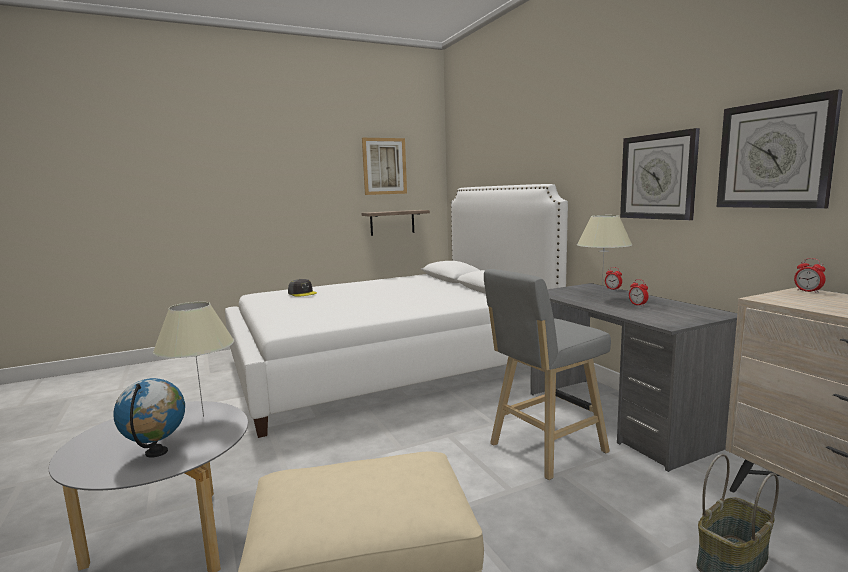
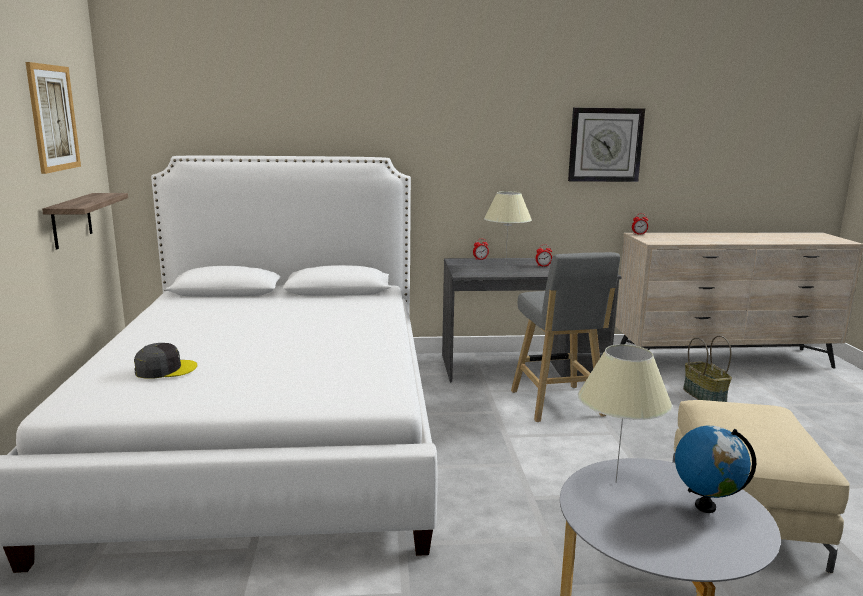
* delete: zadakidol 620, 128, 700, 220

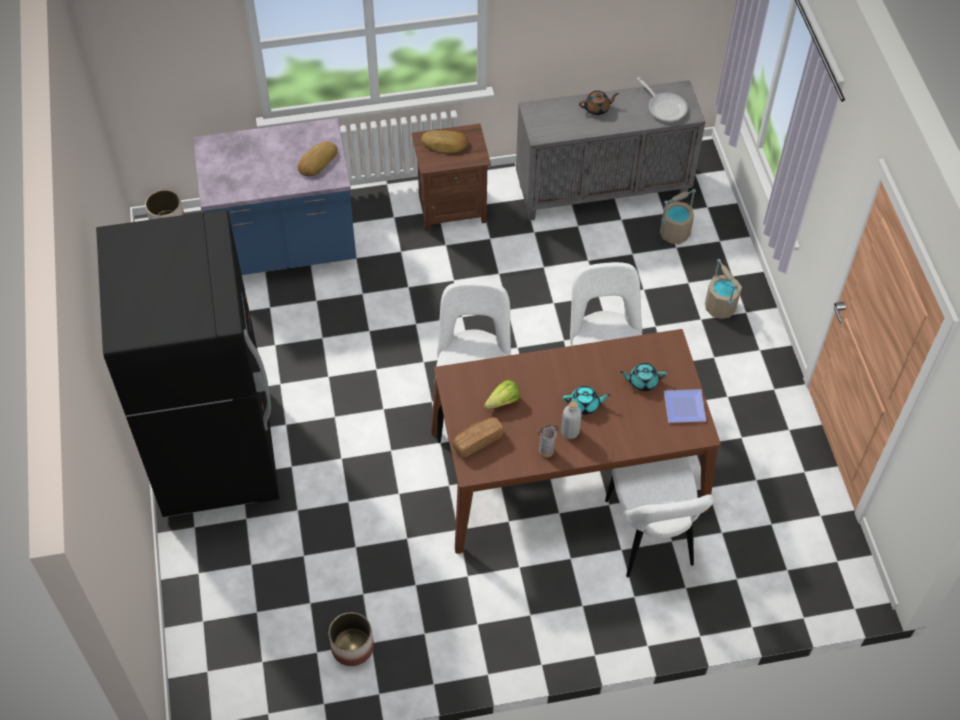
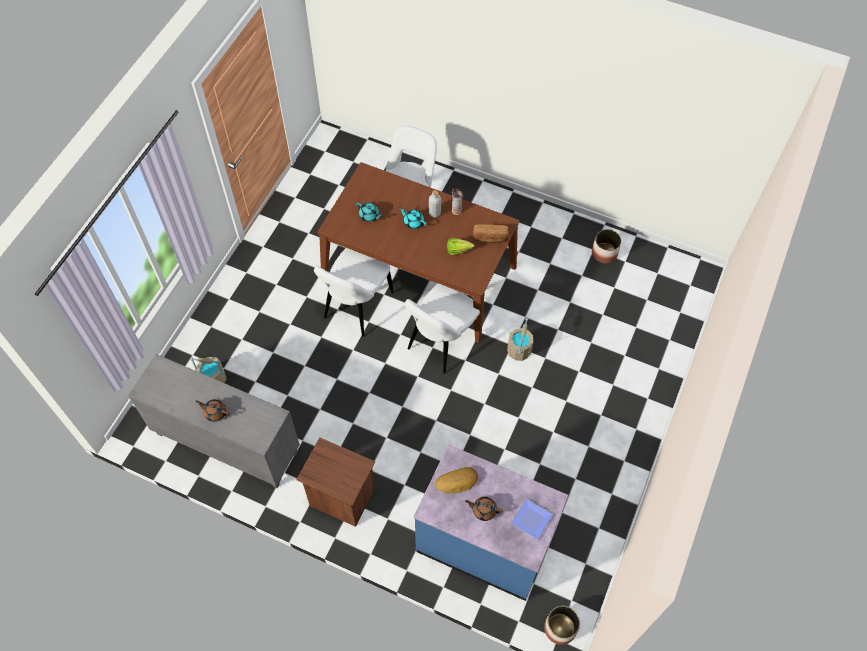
* insert: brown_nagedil 465, 497, 503, 521
* move: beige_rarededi 705, 259, 742, 319 to 507, 318, 533, 361
* move: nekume 664, 389, 707, 423 to 511, 498, 553, 540
* delete: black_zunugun 96, 209, 279, 517
* delete: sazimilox 421, 130, 468, 153
* delete: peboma 637, 77, 688, 122

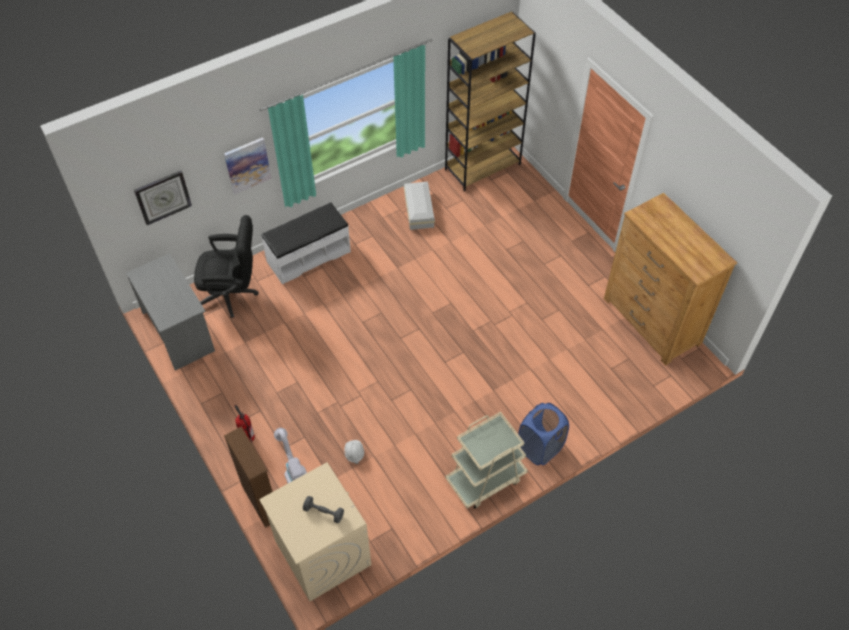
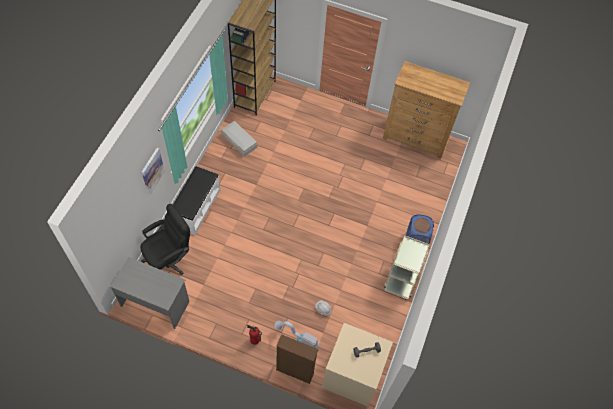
* delete: zadakidol 134, 171, 192, 225

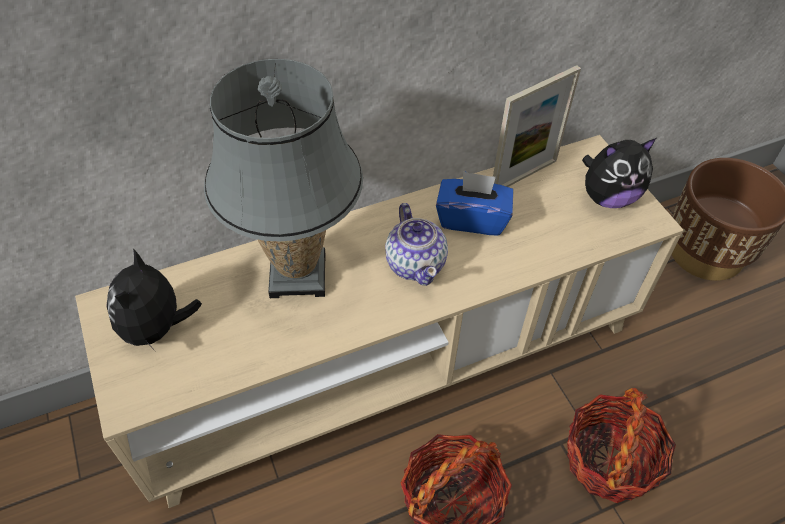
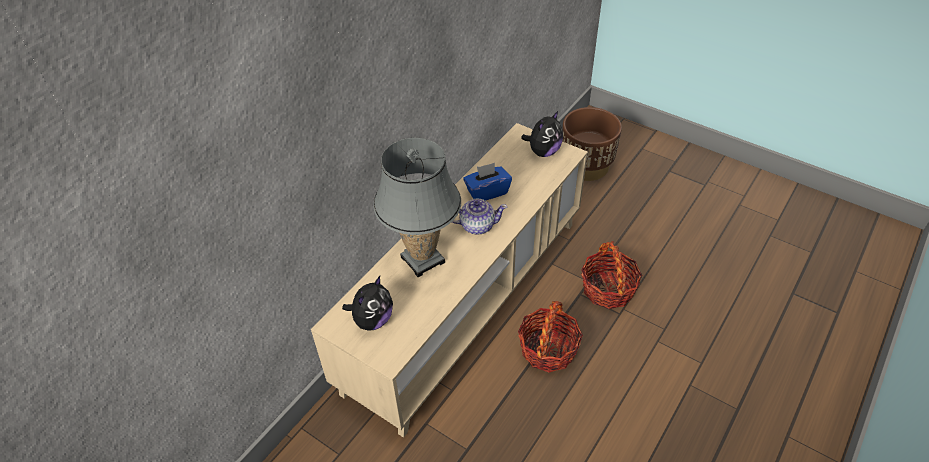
* rotate: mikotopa 106, 248, 202, 354 = 342, 276, 393, 331 120 degrees counterclockwise
* rotate: nagedil 385, 203, 448, 286 = 452, 199, 507, 235 45 degrees counterclockwise
* delete: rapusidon 493, 65, 581, 187

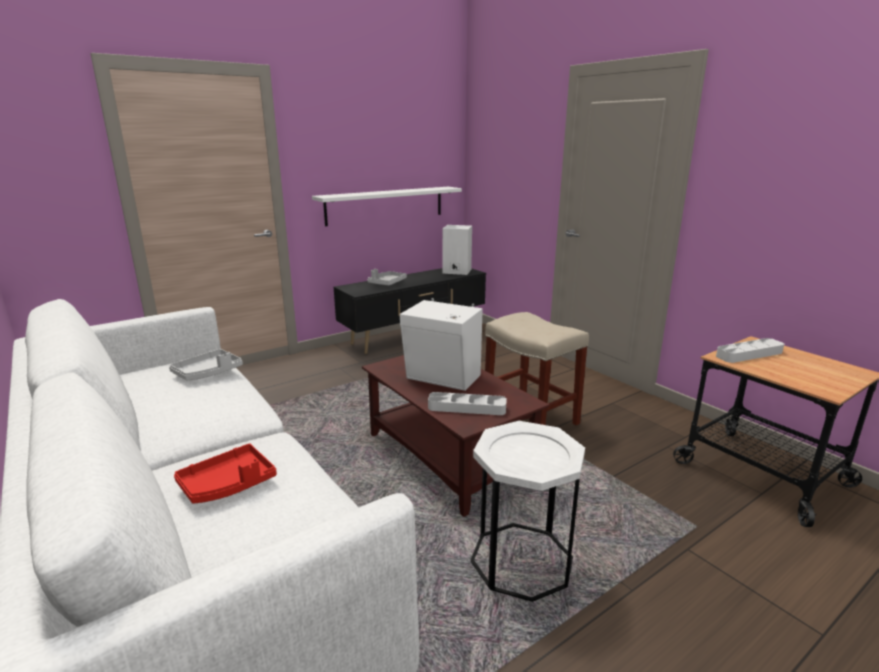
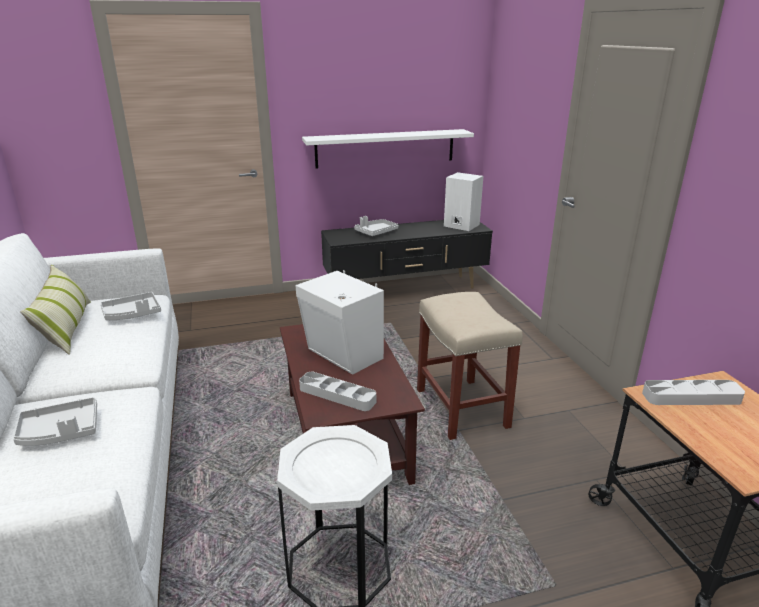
* recolor: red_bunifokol 174, 444, 277, 504 to grey_bunifokol 13, 397, 97, 446
* insert: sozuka 20, 265, 91, 355

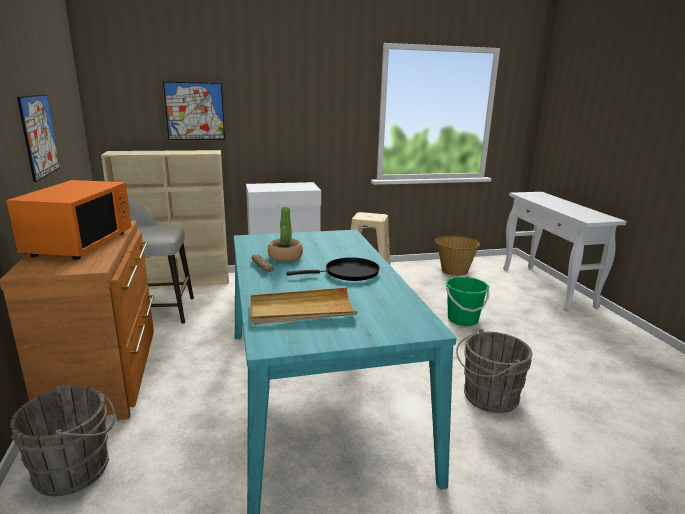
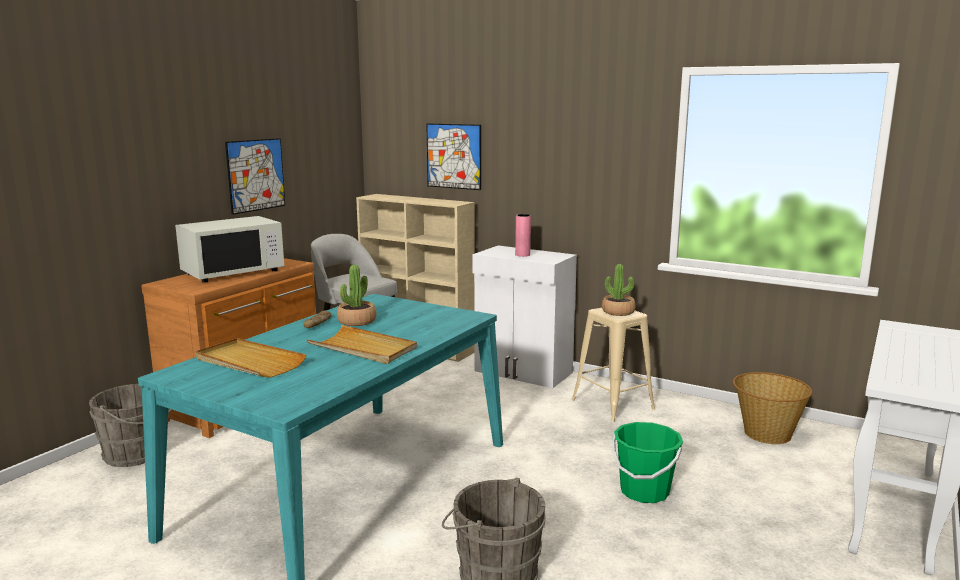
* recolor: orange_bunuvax 6, 180, 131, 260 to white_bunuvax 175, 216, 284, 283
* replace: black_peboma 286, 257, 380, 281 to beige_bunifokol 306, 325, 417, 364
* insert: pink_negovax 515, 214, 531, 257
* insert: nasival 602, 264, 636, 316

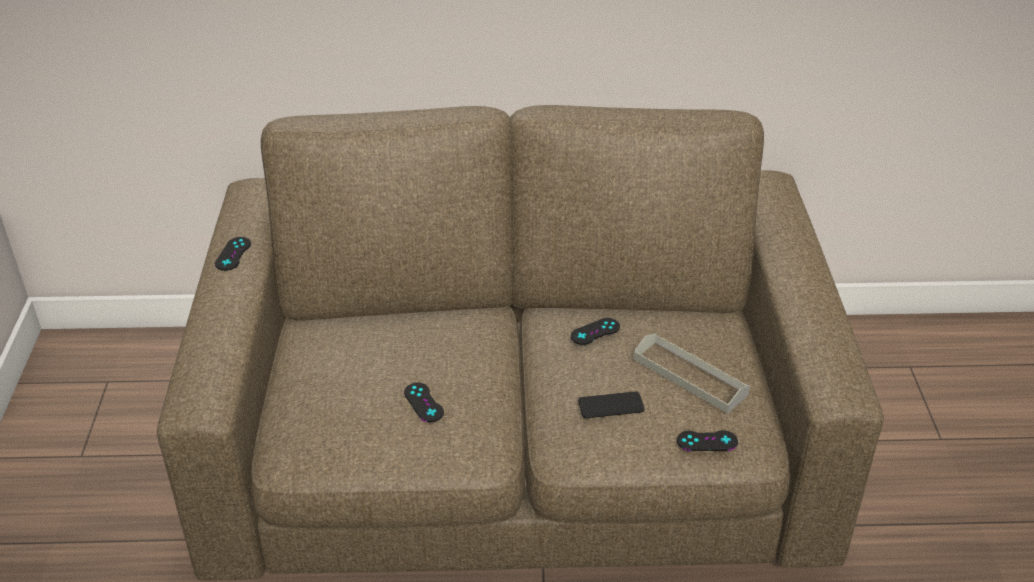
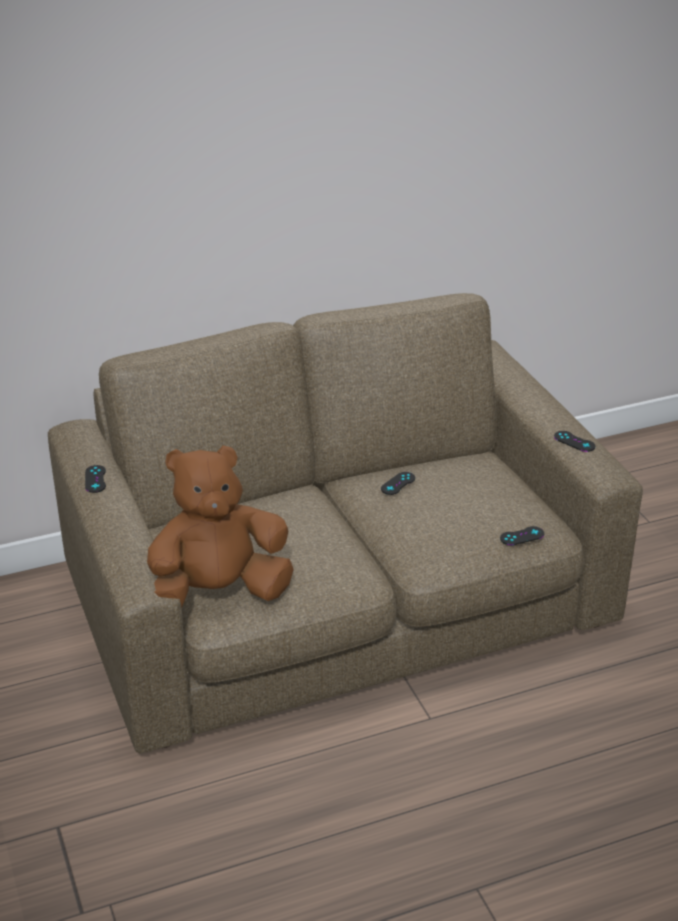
* insert: brown_mikotopa 147, 445, 294, 608
* move: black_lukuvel 404, 383, 444, 422 to 554, 431, 595, 452
* delete: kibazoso 578, 391, 644, 418
* delete: grey_bunifokol 634, 333, 750, 413

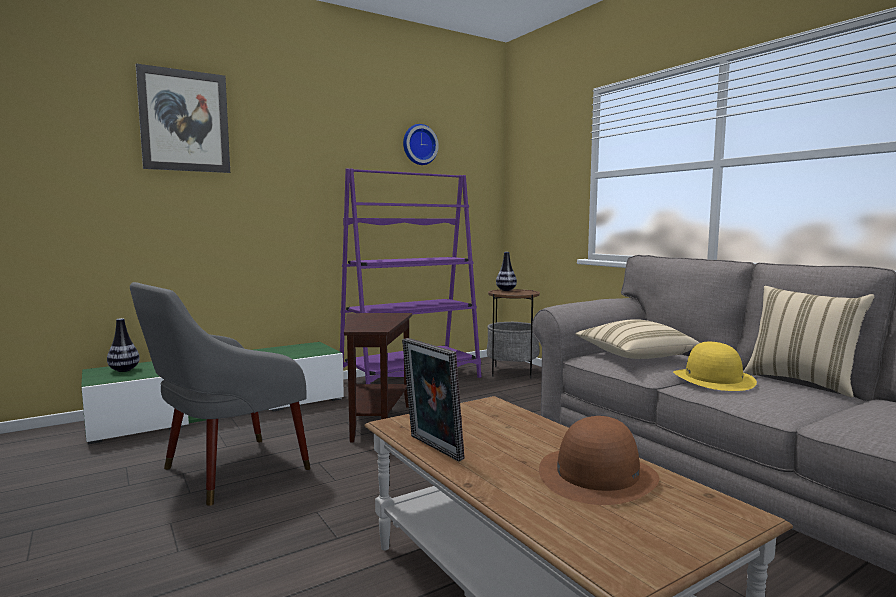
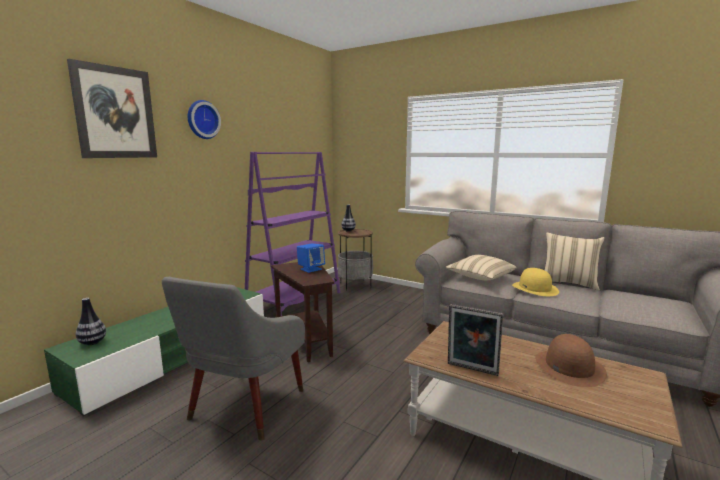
* move: zadakidol 403, 124, 439, 165 to 188, 100, 221, 139
* insert: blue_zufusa 297, 244, 325, 273

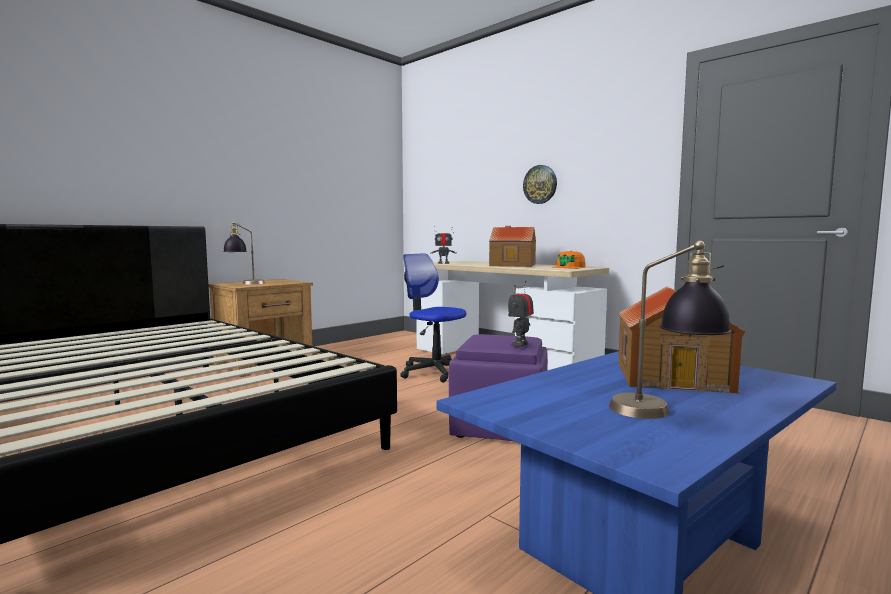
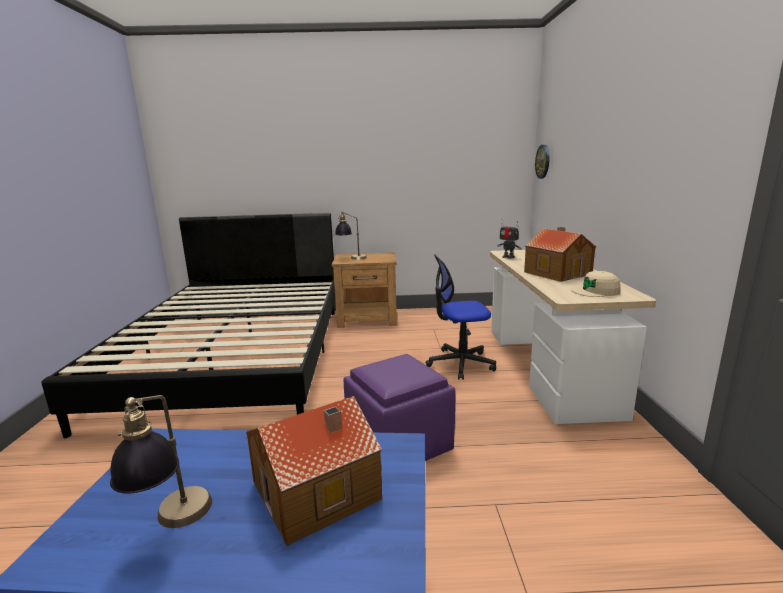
* rotate: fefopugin 400, 253, 466, 382 = 425, 254, 496, 380 90 degrees counterclockwise
* move: zadakidol 523, 165, 557, 204 to 535, 145, 549, 179
* recolor: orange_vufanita 552, 251, 585, 269 to beige_vufanita 571, 271, 621, 297
* delete: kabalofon 508, 281, 534, 347

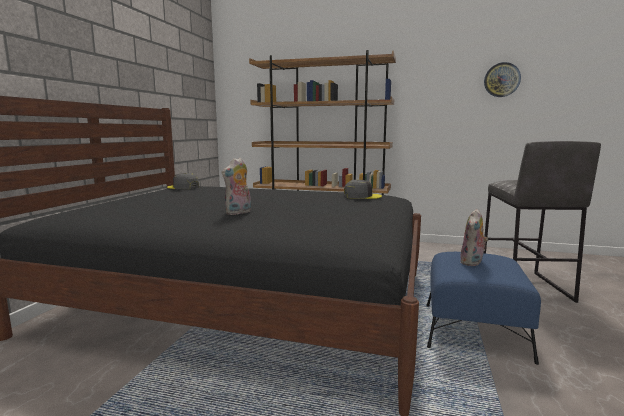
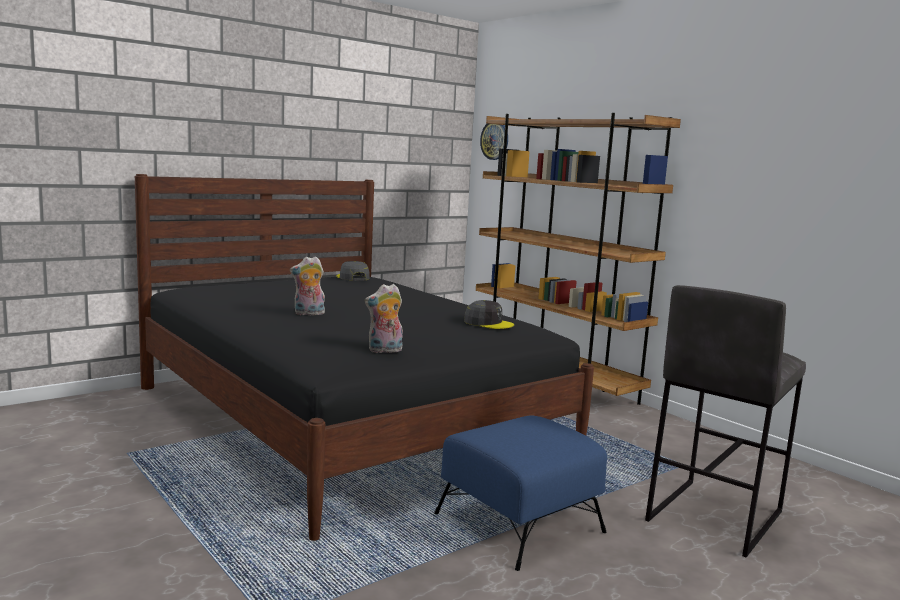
* move: mikotopa 460, 209, 488, 266 to 365, 284, 403, 353
* move: zadakidol 484, 62, 521, 97 to 480, 124, 508, 160

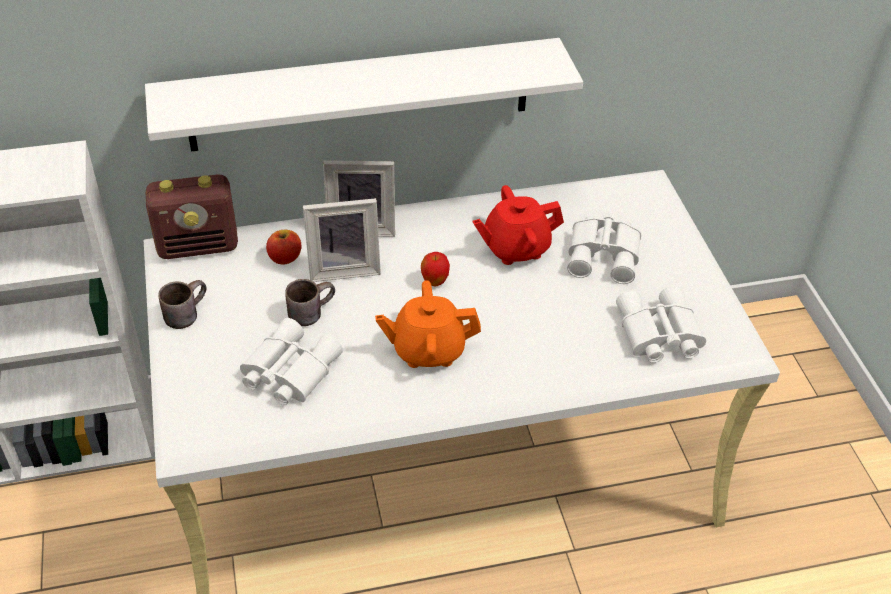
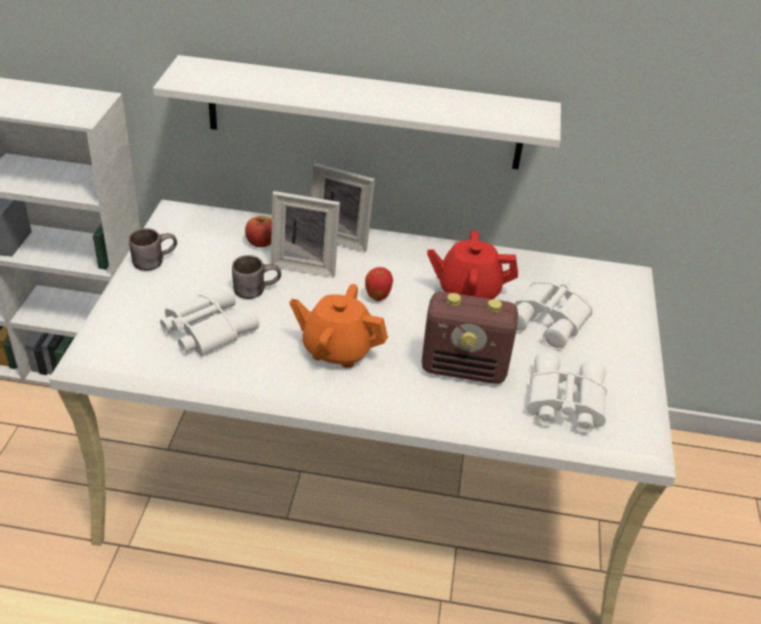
* move: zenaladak 146, 174, 238, 259 to 421, 291, 518, 384

